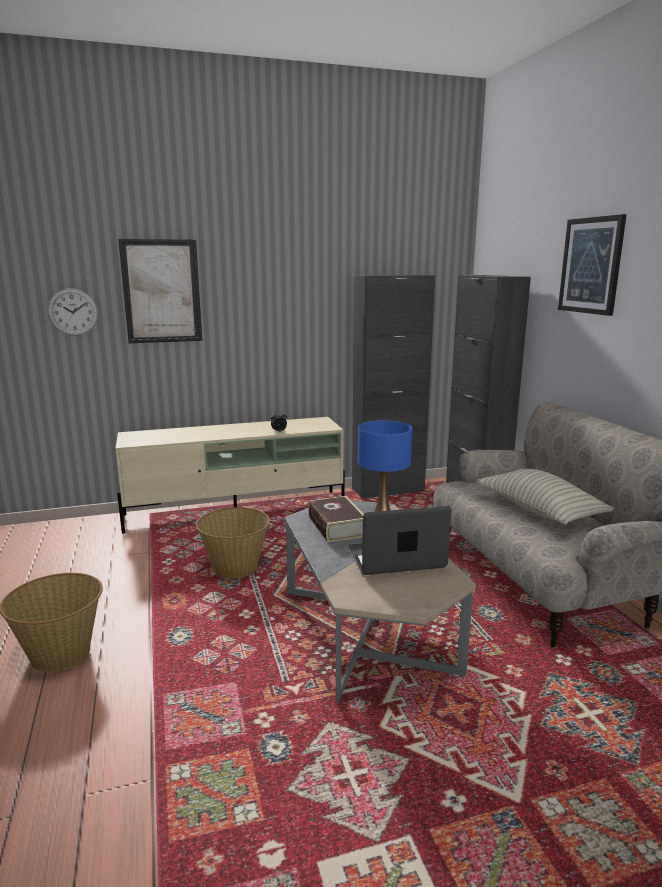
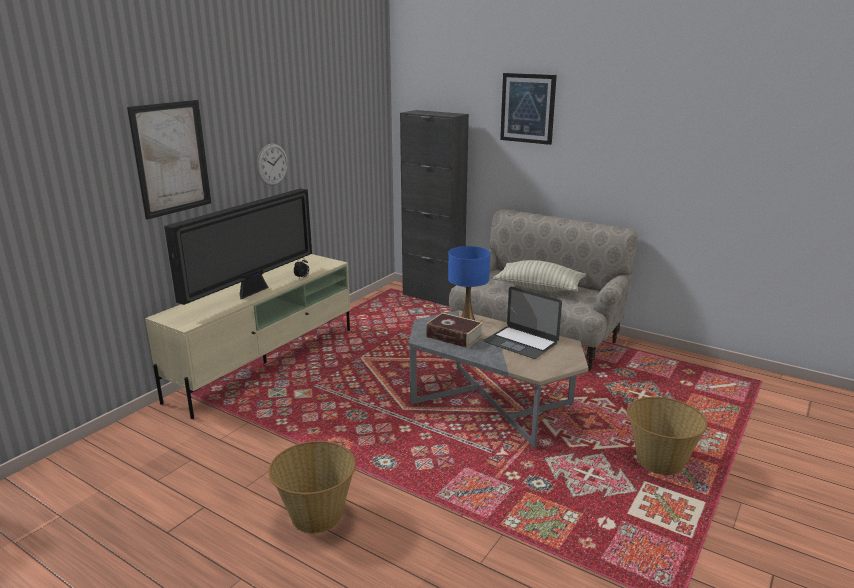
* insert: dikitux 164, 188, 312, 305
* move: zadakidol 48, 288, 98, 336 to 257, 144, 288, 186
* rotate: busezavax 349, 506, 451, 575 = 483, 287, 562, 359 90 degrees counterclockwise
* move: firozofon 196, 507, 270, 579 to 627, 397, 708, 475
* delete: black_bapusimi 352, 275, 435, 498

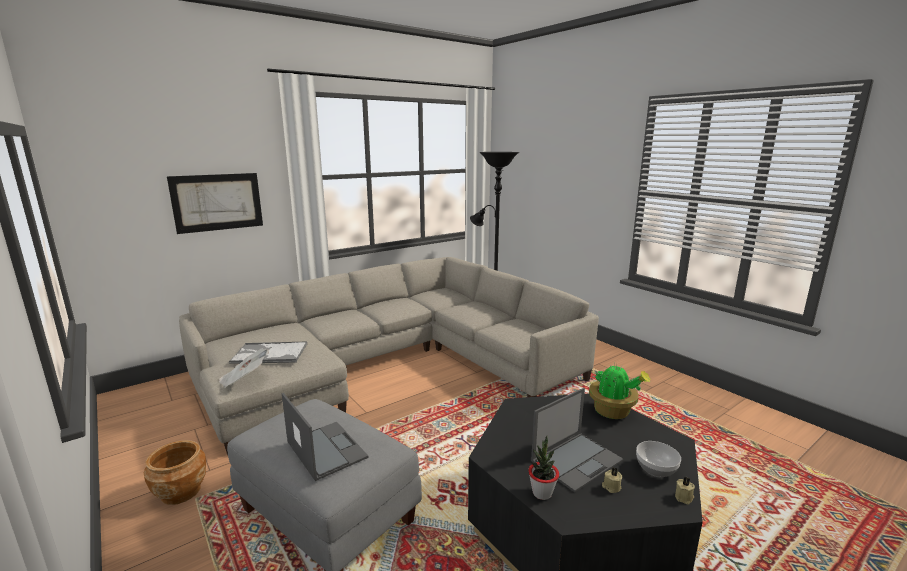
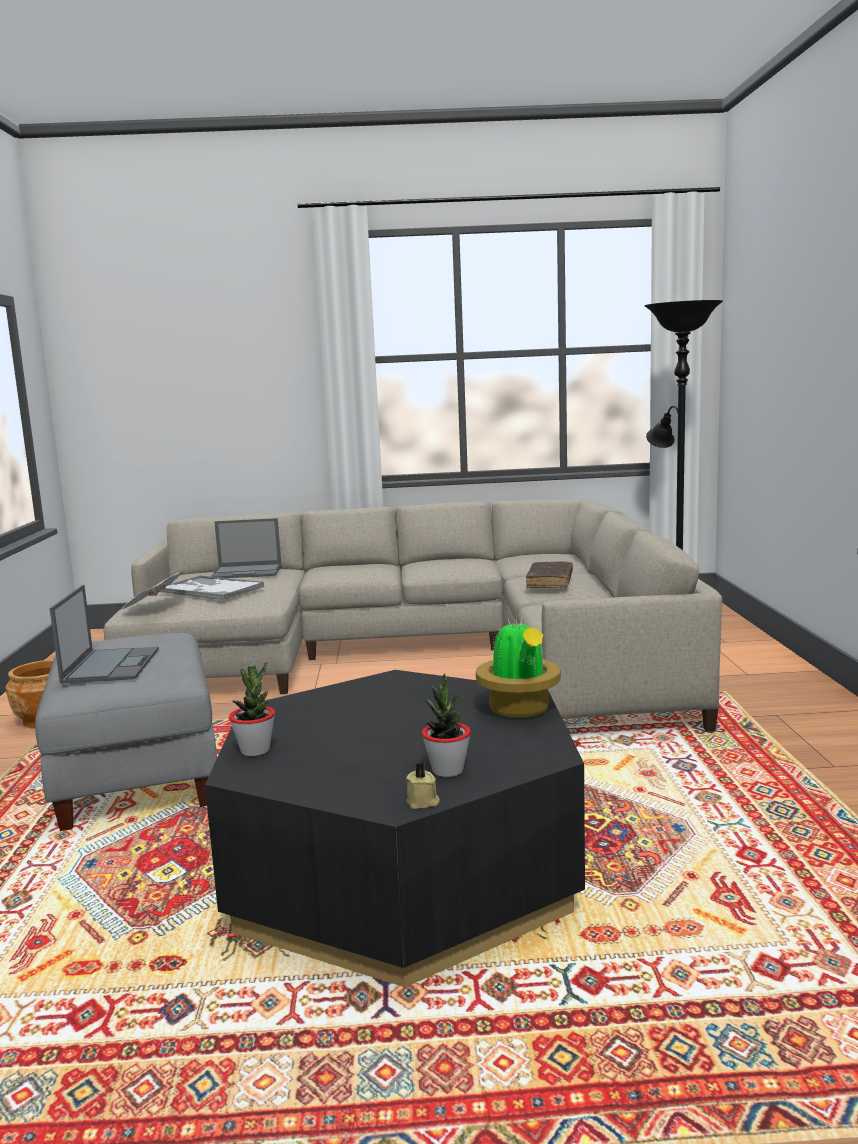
* move: busezavax 531, 388, 623, 492 to 210, 518, 281, 578
* replace: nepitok 636, 441, 681, 477 to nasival 422, 673, 471, 777
* insert: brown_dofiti 526, 561, 573, 588
* delete: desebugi 167, 173, 263, 234
* delete: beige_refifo 602, 467, 622, 493

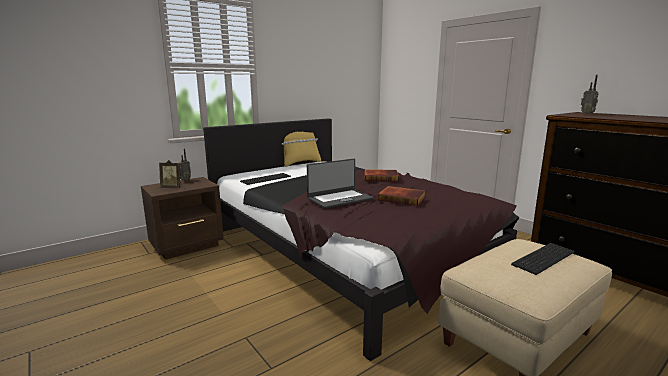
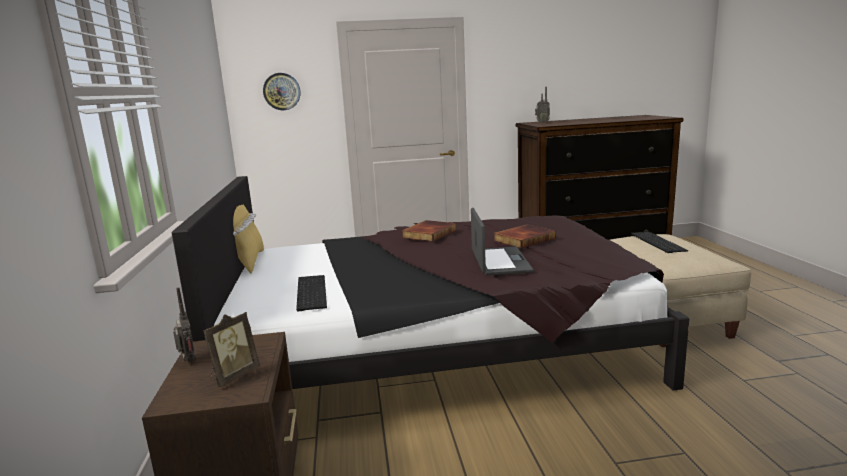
* insert: zadakidol 263, 73, 301, 110

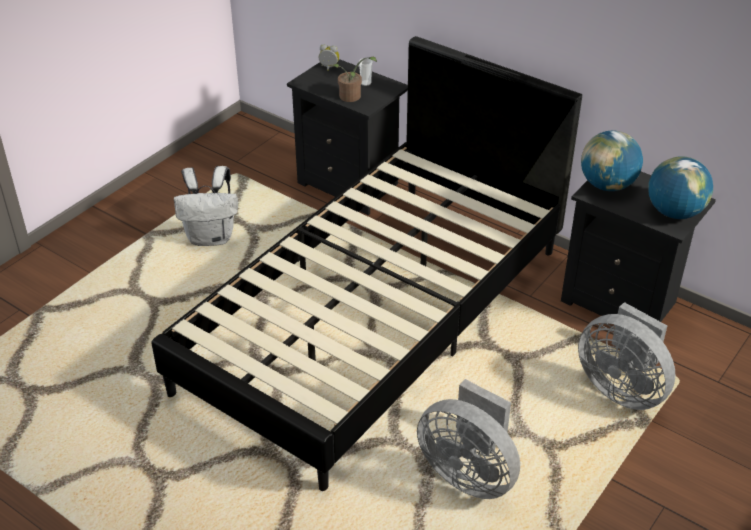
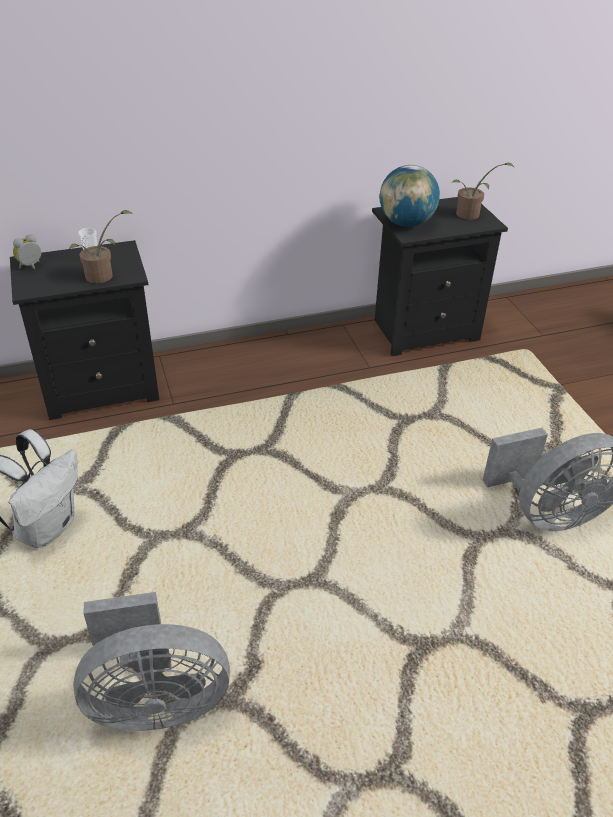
* move: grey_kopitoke 578, 302, 675, 410 to 73, 592, 230, 731
* replace: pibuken 648, 156, 713, 219 to nasival 452, 163, 515, 220
* delete: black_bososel 151, 36, 582, 491

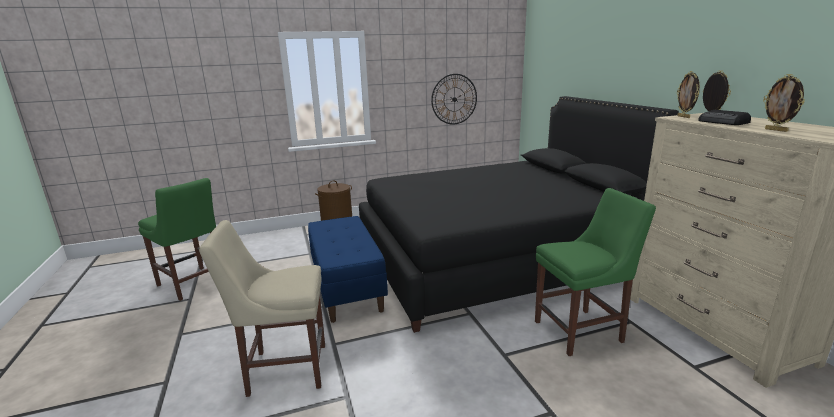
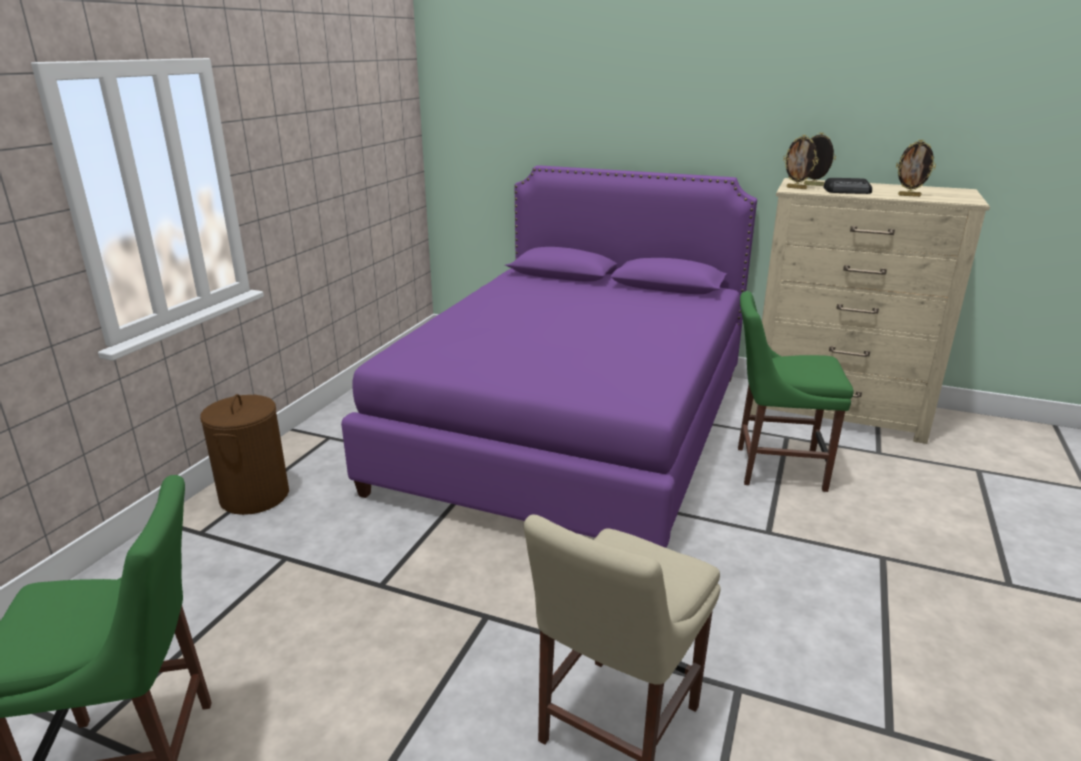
* recolor: black_bososel 359, 96, 679, 333 to purple_bososel 341, 165, 757, 548
* rotate: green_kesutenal 535, 188, 656, 356 = 738, 291, 854, 492 105 degrees counterclockwise
* delete: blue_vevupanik 308, 216, 388, 323
* delete: zadakidol 431, 74, 477, 125

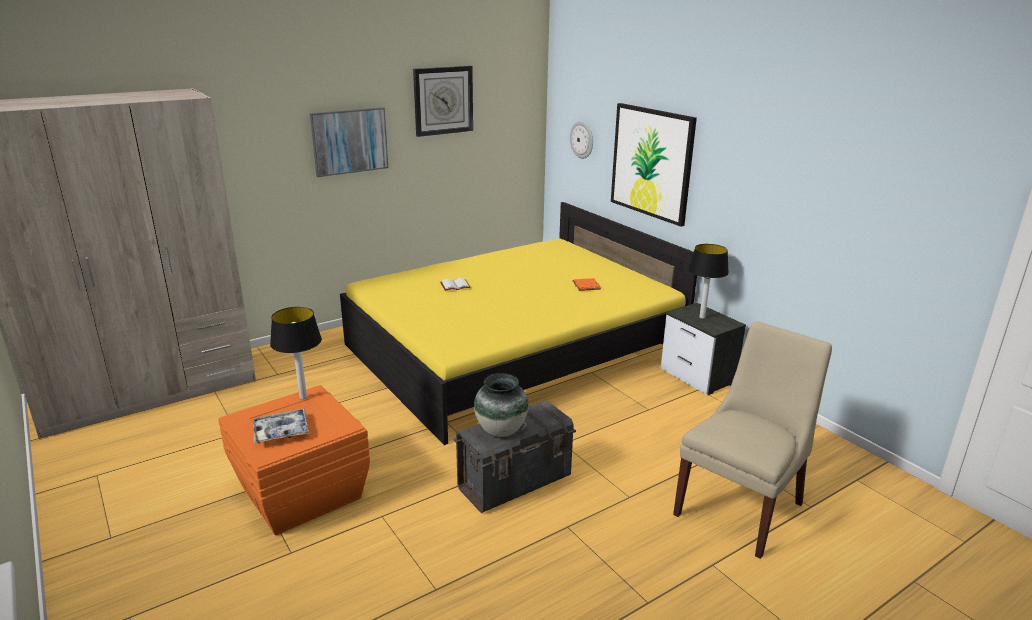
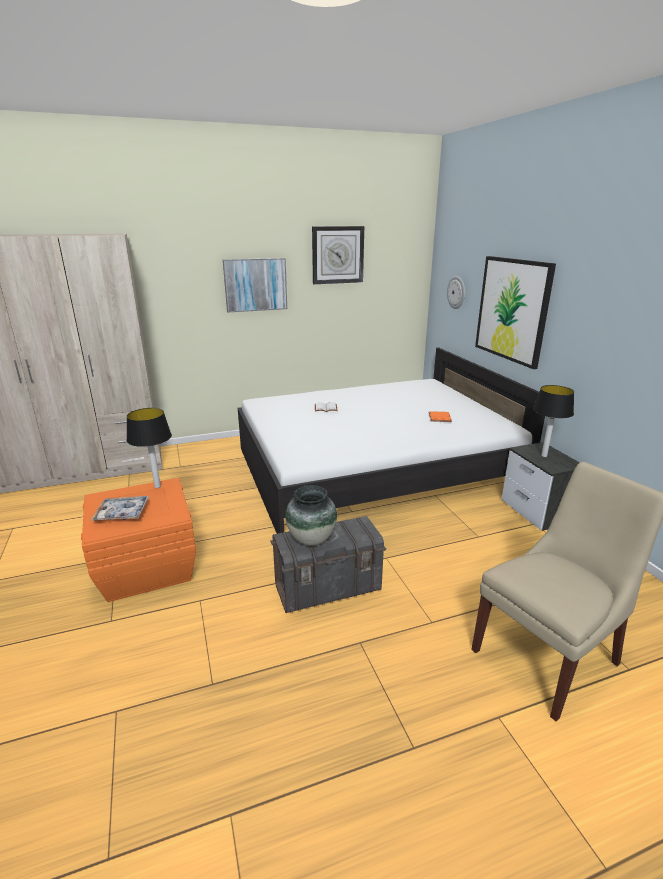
* recolor: yellow_bososel 340, 202, 697, 445 to white_bososel 238, 347, 545, 534

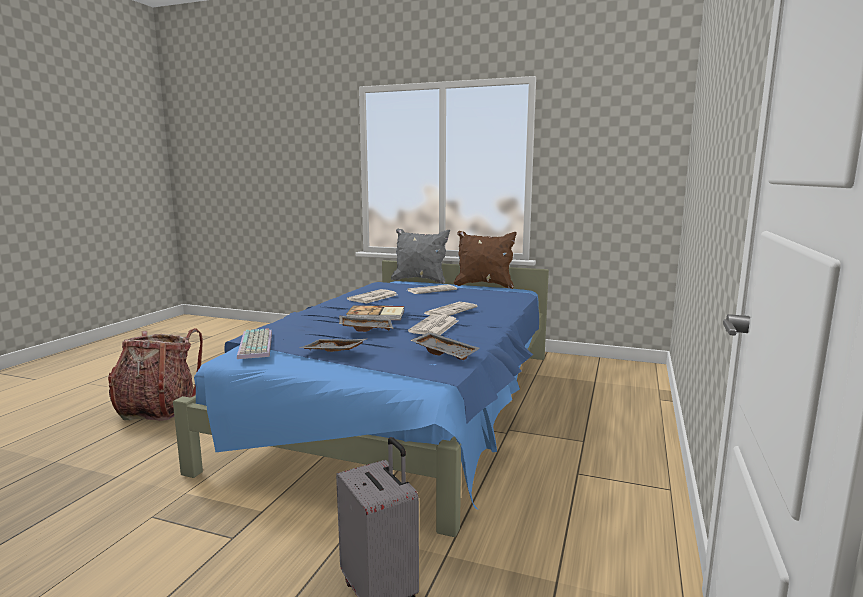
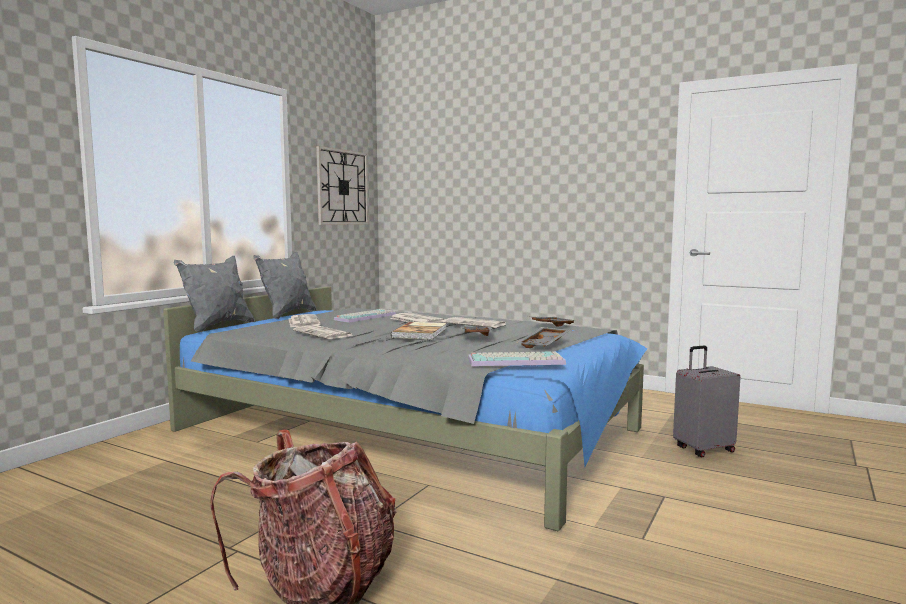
* recolor: blue_bososel 173, 260, 549, 537 to grey_bososel 163, 286, 648, 532
* recolor: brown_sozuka 454, 231, 517, 289 to grey_sozuka 254, 252, 316, 319
* insert: zadakidol 316, 146, 369, 225
* insert: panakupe 334, 309, 396, 323

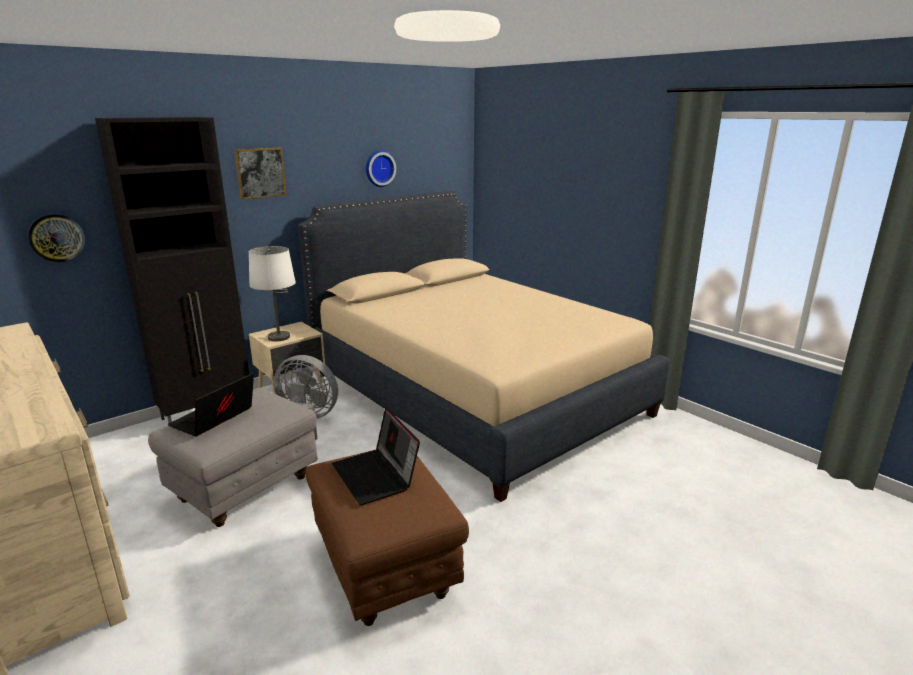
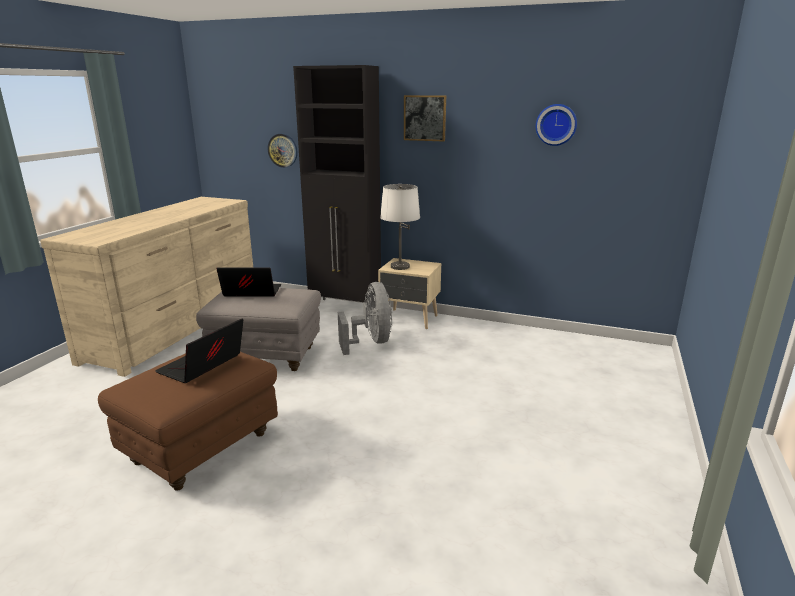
* delete: beige_bososel 298, 191, 670, 502

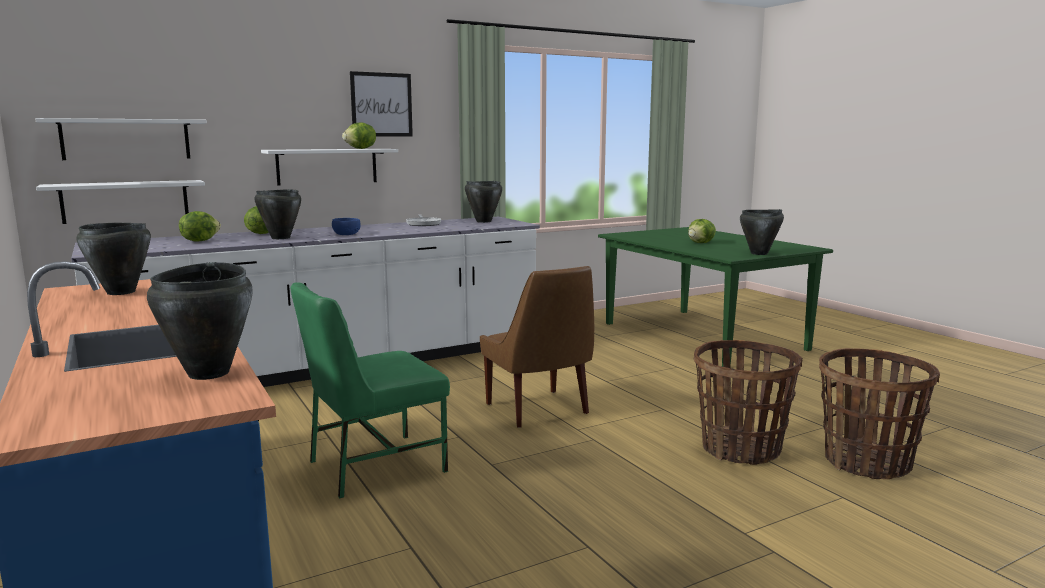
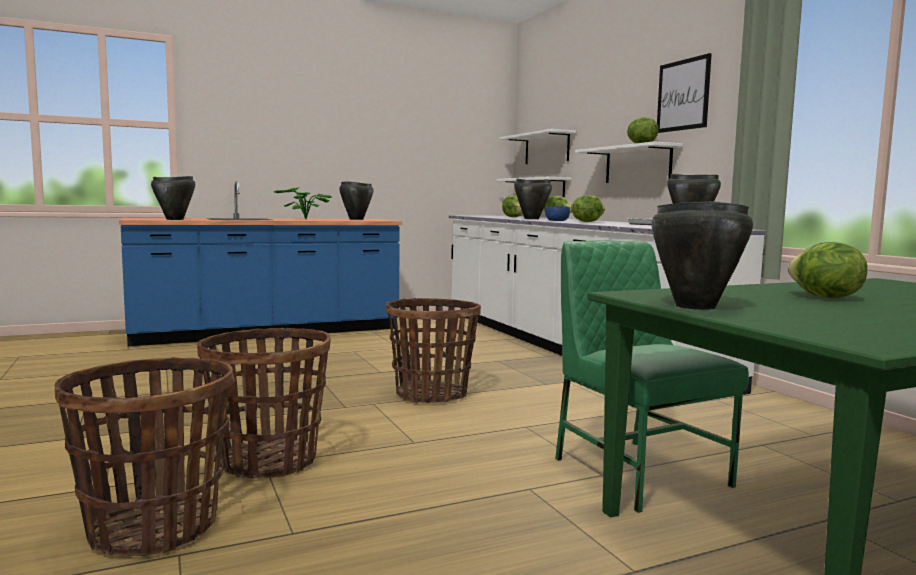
* insert: nasival 274, 187, 332, 220
* replace: brown_kesutenal 480, 266, 594, 428 to firozofon 386, 298, 481, 403
* move: green_kesutenal 291, 282, 450, 498 to 555, 240, 749, 513
* insert: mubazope 572, 195, 605, 222

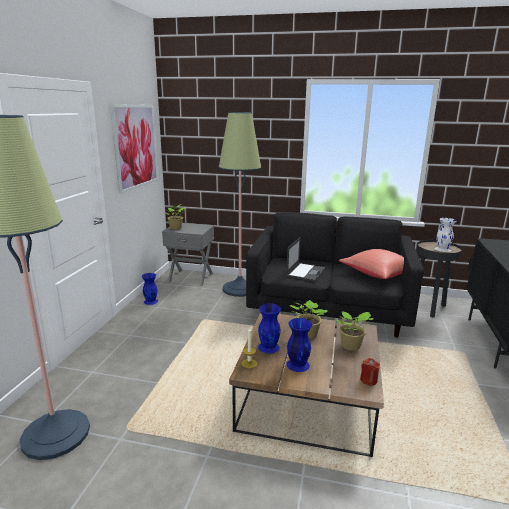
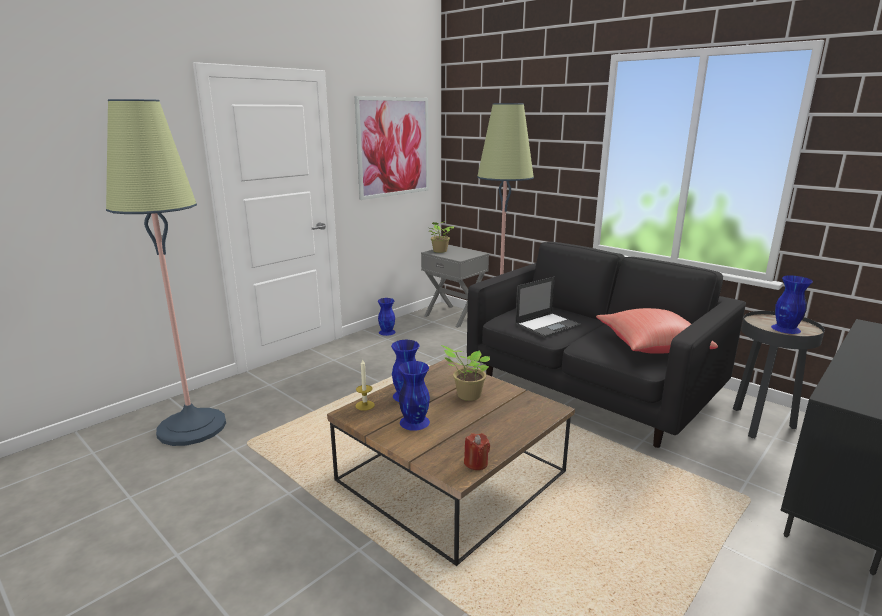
* recolor: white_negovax 435, 218, 456, 252 to blue_negovax 771, 276, 813, 334
* delete: nasival 336, 311, 374, 351

